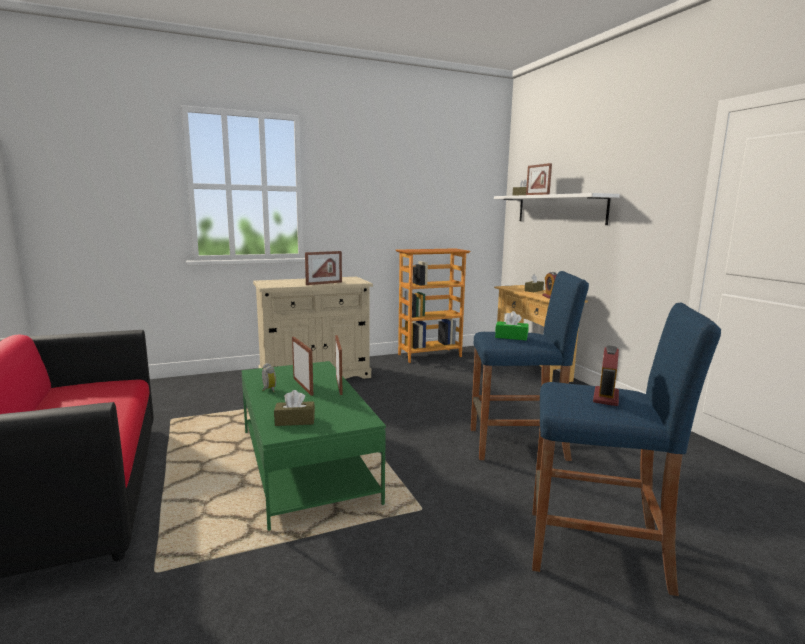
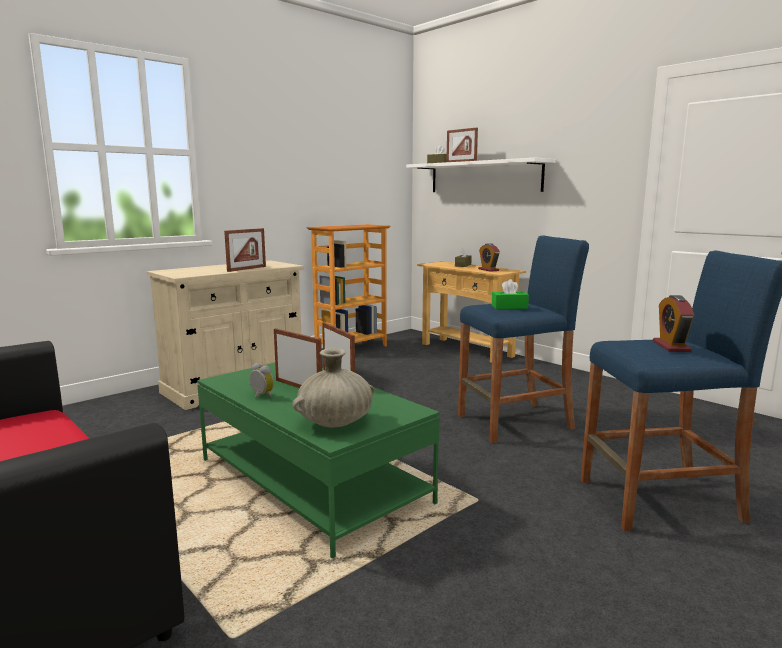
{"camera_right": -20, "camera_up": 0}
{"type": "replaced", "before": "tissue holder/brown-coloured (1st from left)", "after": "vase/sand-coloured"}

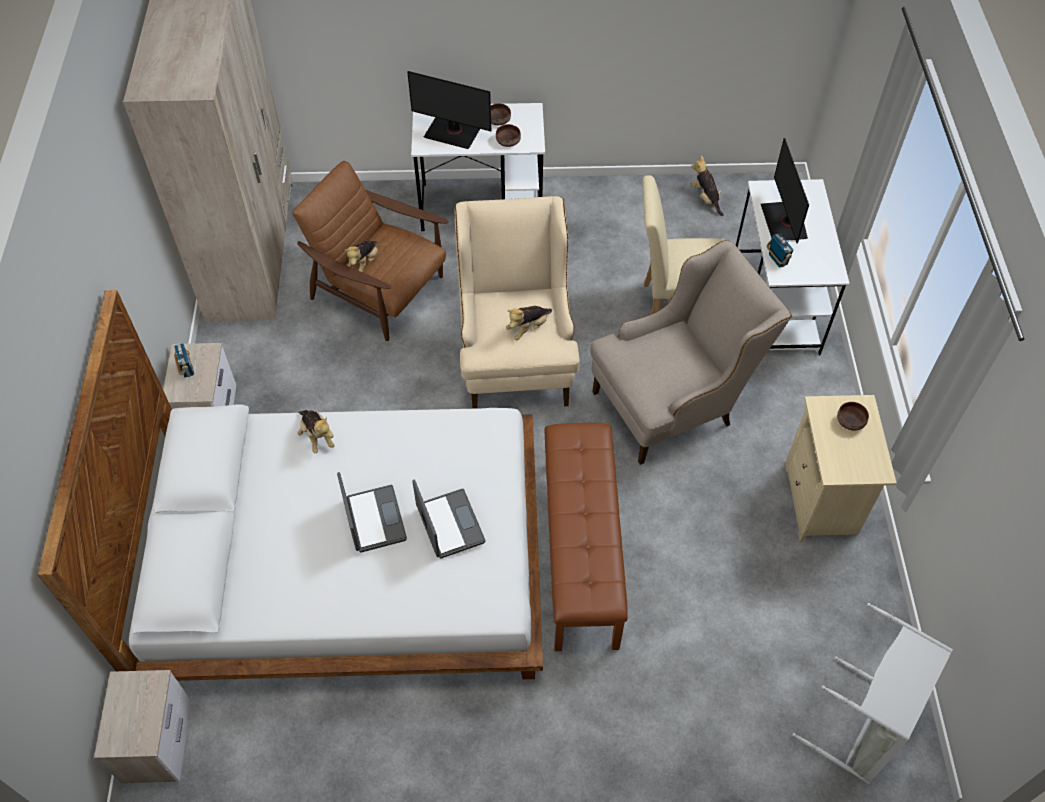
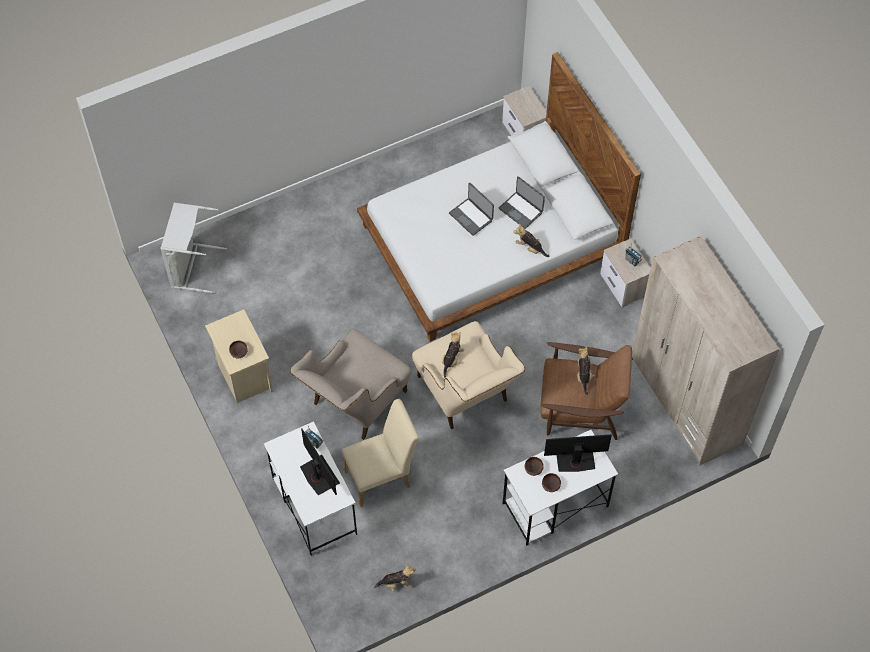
{"camera_right": 155, "camera_up": 5}
{"type": "moved", "before": "laptop (2nd from left)"}
{"type": "removed", "before": "bench/brown-coloured"}
{"type": "turned", "before": "soft toy (4th from left in the first image)", "turn": -45}

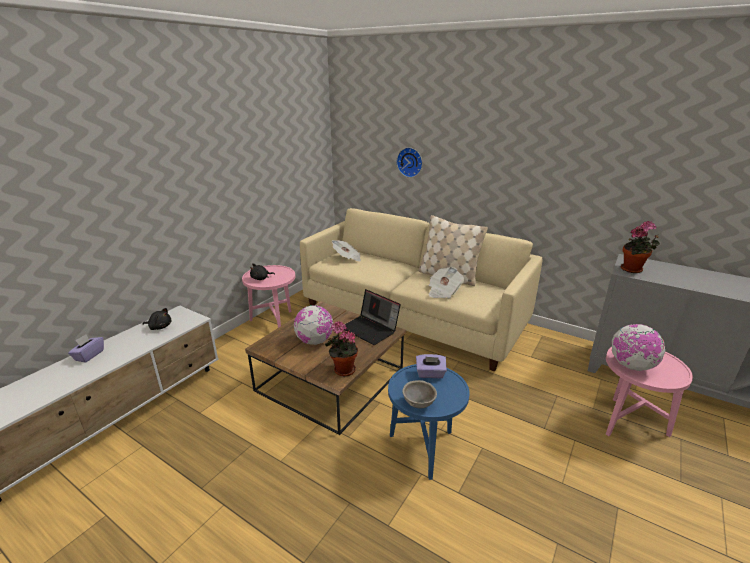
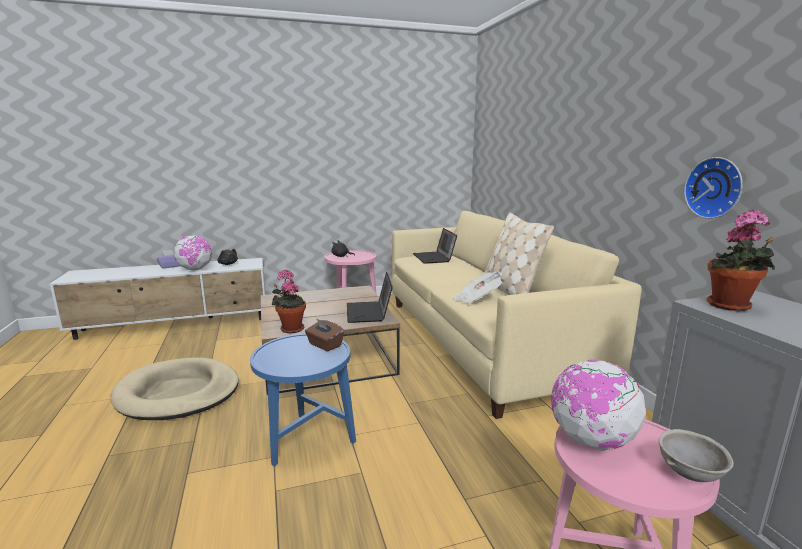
{"camera_right": 40, "camera_up": -10}
{"type": "moved", "before": "desk globe (1st from left)"}
{"type": "replaced", "before": "newspaper (1st from left)", "after": "laptop (2nd from left)"}
{"type": "moved", "before": "wall clock"}
{"type": "moved", "before": "deep dish/greyish"}
{"type": "recoloured", "before": "tissue holder/purple (2nd from left)", "after": "tissue holder/brown-coloured"}
{"type": "added", "after": "dog bed/sand-coloured"}

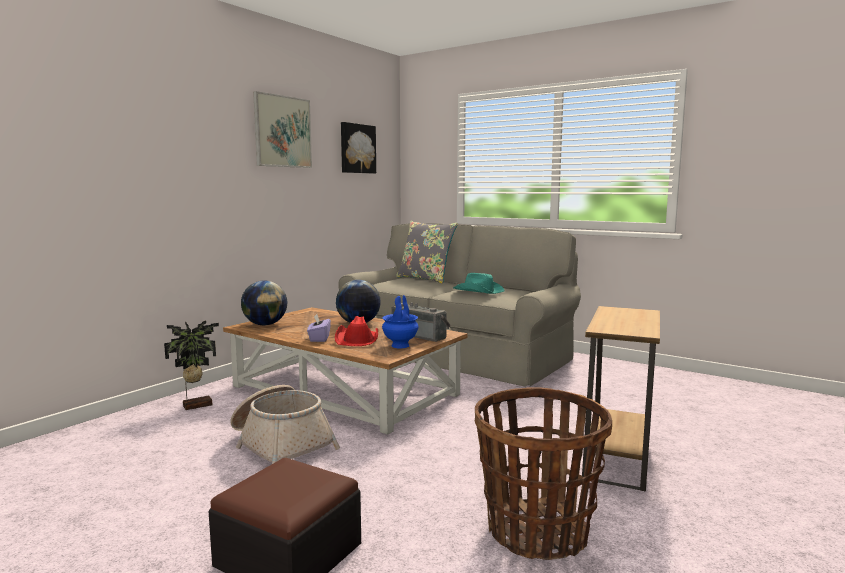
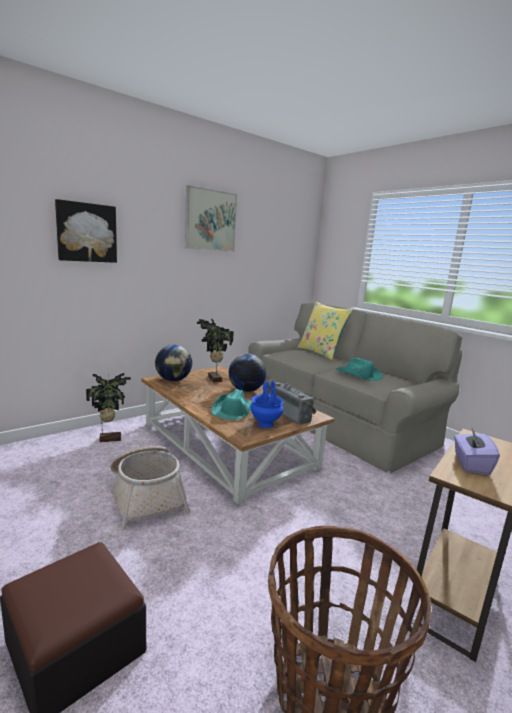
{"camera_right": 15, "camera_up": 5}
{"type": "moved", "before": "tissue holder/purple"}
{"type": "recoloured", "before": "clothing hat/red", "after": "clothing hat/turquoise-coloured (1st from left)"}
{"type": "moved", "before": "picture (2nd from left in the first image)", "after": "picture (1st from left)"}
{"type": "recoloured", "before": "throw pillow/greyish", "after": "throw pillow/yellow"}
{"type": "added", "after": "potted plant (2nd from left)"}

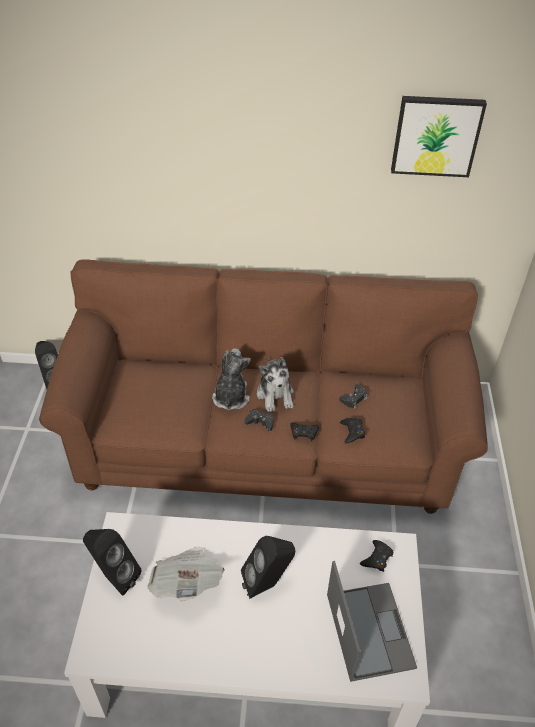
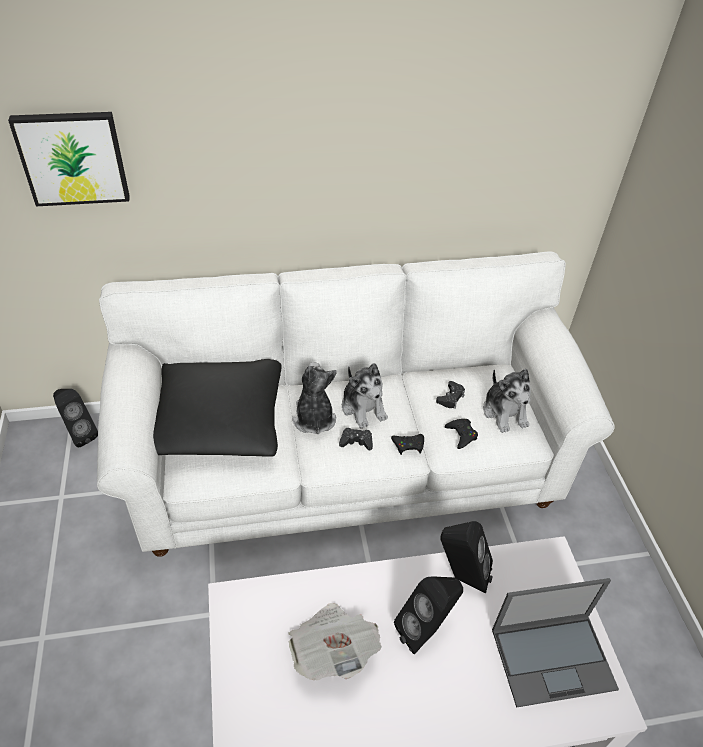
{"camera_right": -15, "camera_up": 0}
{"type": "recoloured", "before": "sofa/brown-coloured", "after": "sofa/white"}
{"type": "moved", "before": "loudspeaker/black-coloured (2nd from left in the first image)", "after": "loudspeaker/black-coloured (3rd from left)"}
{"type": "turned", "before": "laptop", "turn": 105}
{"type": "removed", "before": "game controller/black-coloured (5th from left)"}
{"type": "moved", "before": "picture"}
{"type": "added", "after": "throw pillow/black-coloured"}
{"type": "added", "after": "soft toy (3rd from left)"}

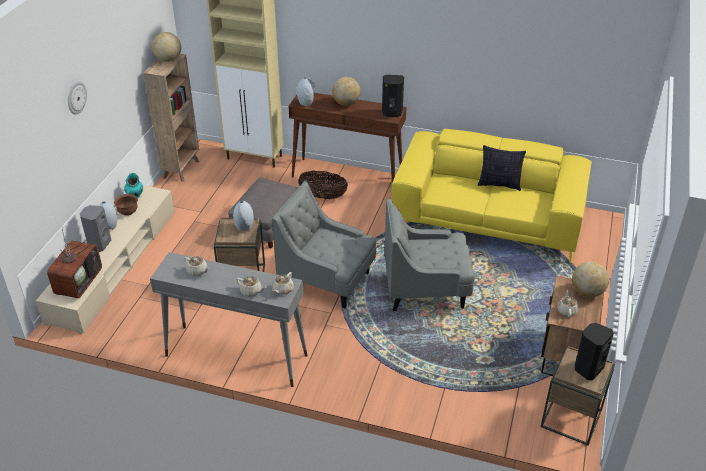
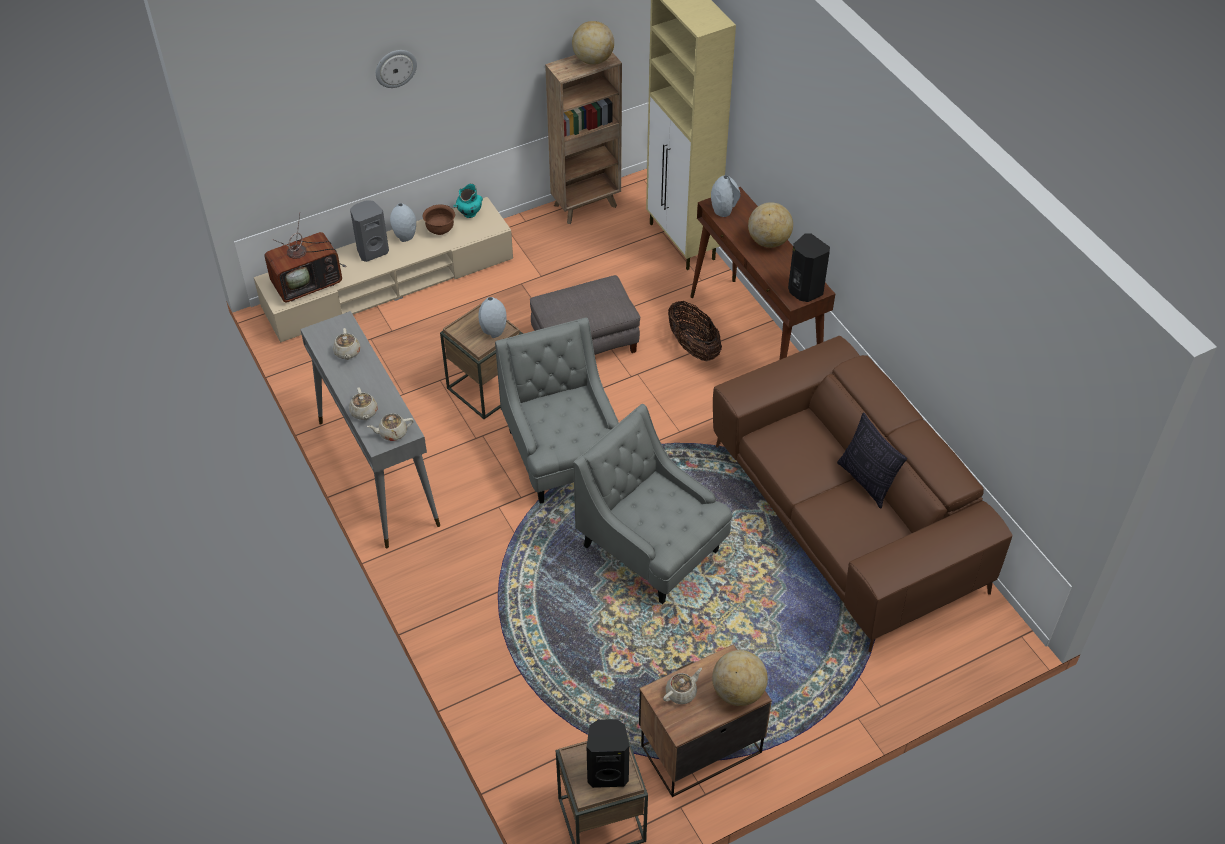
{"camera_right": 45, "camera_up": 10}
{"type": "recoloured", "before": "sofa/yellow", "after": "sofa/brown-coloured"}

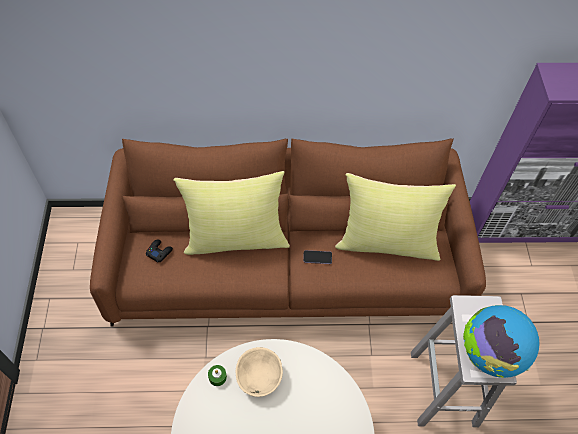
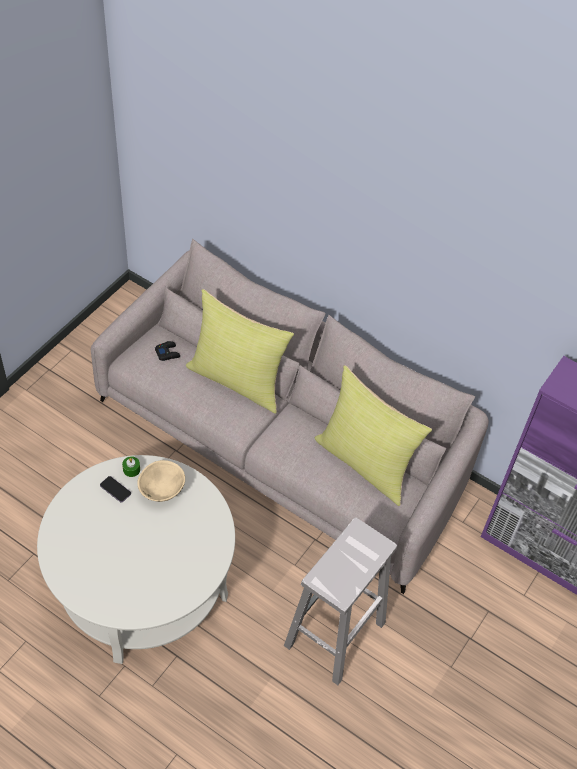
{"camera_right": 35, "camera_up": -5}
{"type": "recoloured", "before": "sofa/brown-coloured", "after": "sofa/greyish"}
{"type": "moved", "before": "phone"}
{"type": "removed", "before": "desk globe"}

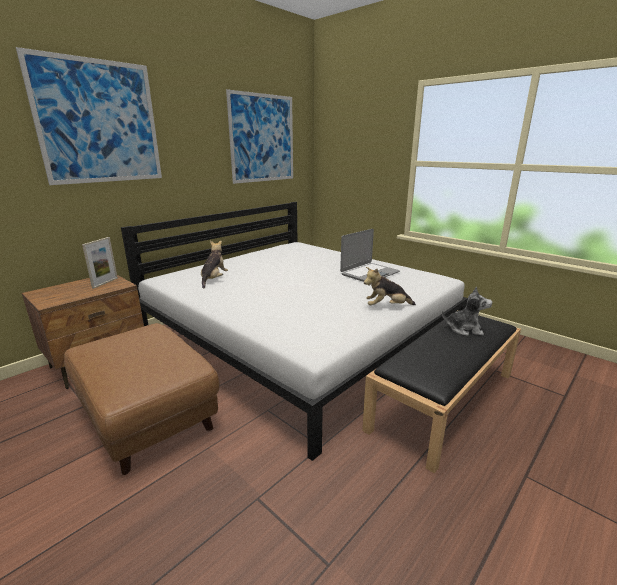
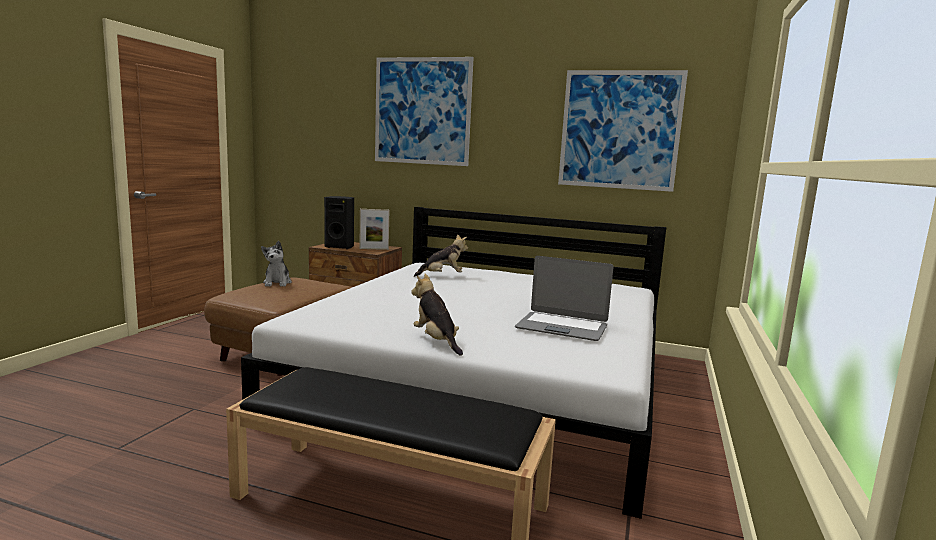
{"camera_right": 65, "camera_up": -10}
{"type": "moved", "before": "soft toy (3rd from left in the first image)", "after": "soft toy (1st from left)"}
{"type": "added", "after": "loudspeaker/black-coloured"}

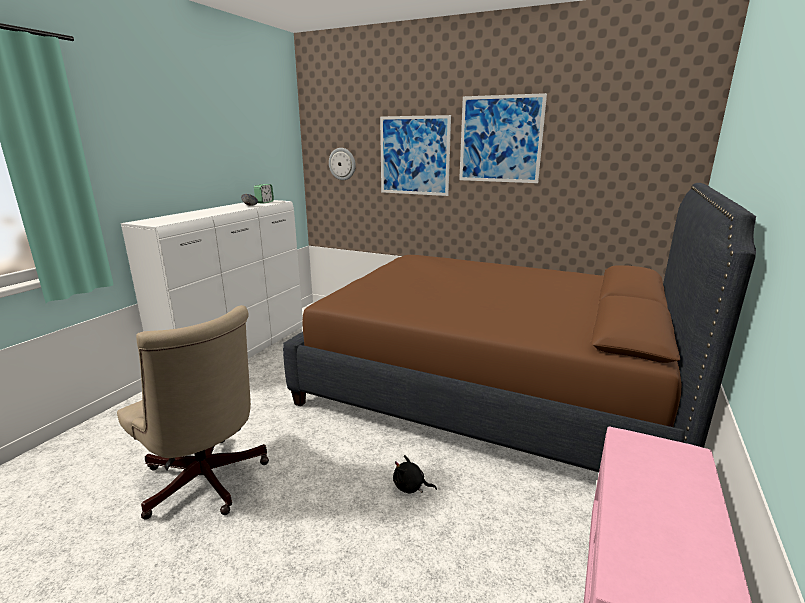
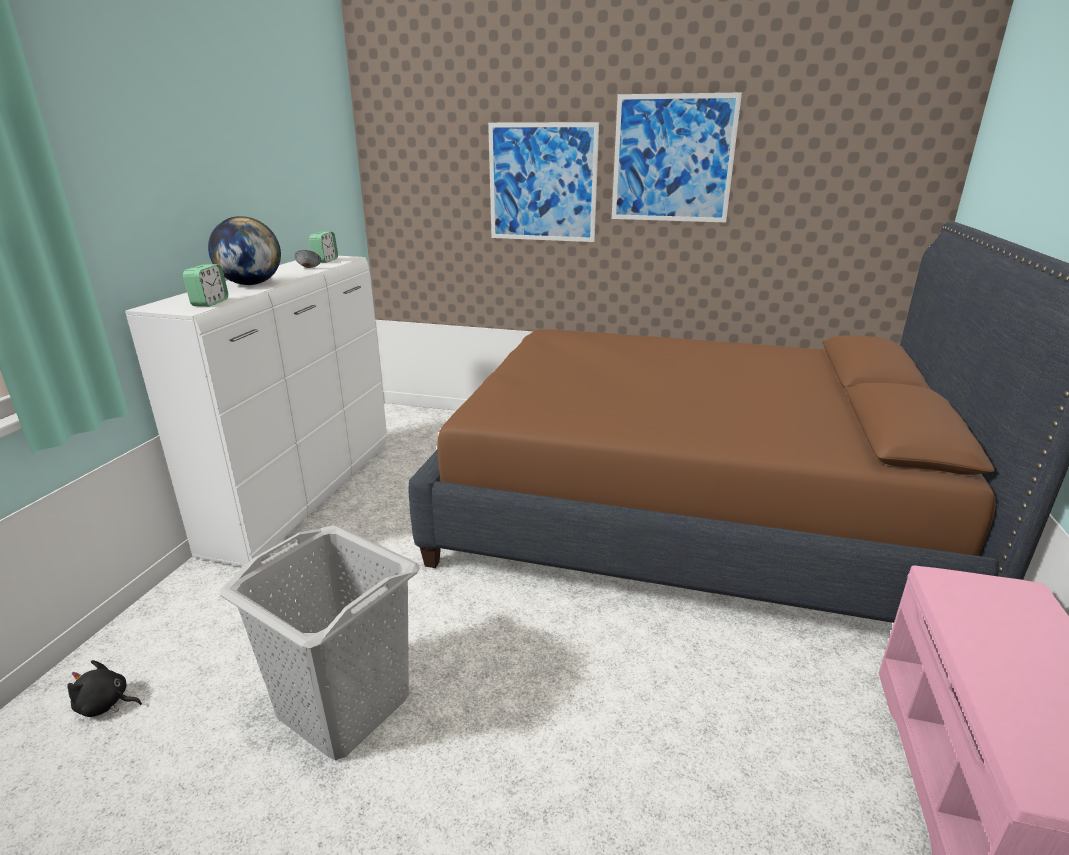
{"camera_right": -10, "camera_up": 5}
{"type": "replaced", "before": "desk chair/sand-coloured", "after": "washing basket/greyish"}
{"type": "removed", "before": "wall clock"}
{"type": "moved", "before": "soft toy/black-coloured"}
{"type": "added", "after": "alarm clock (1st from left)"}
{"type": "added", "after": "desk globe"}

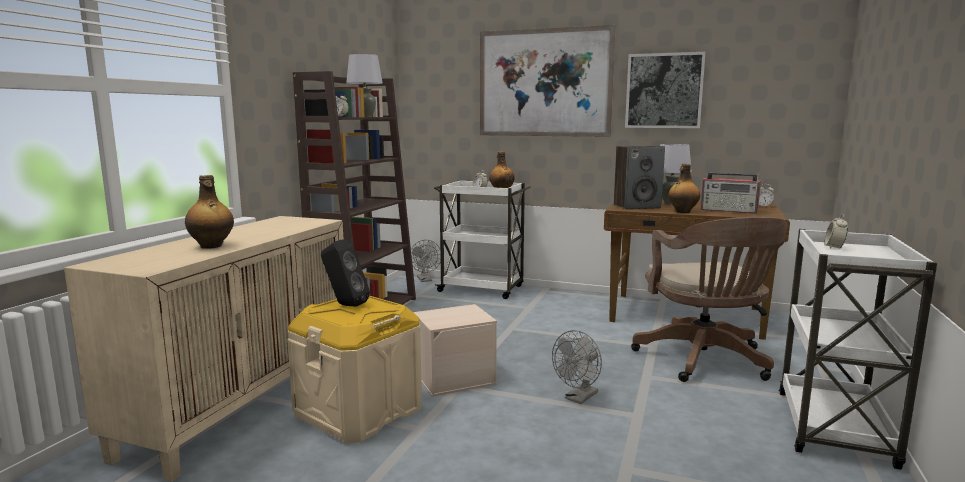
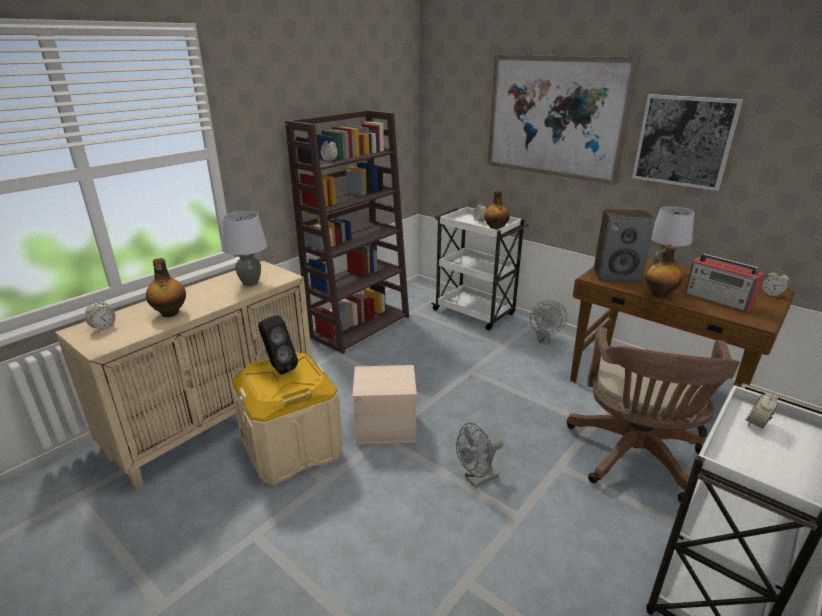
{"camera_right": 20, "camera_up": 15}
{"type": "moved", "before": "lamp for a table/greyish (1st from left)"}
{"type": "moved", "before": "electric fan/greyish (1st from left in the first image)", "after": "electric fan/greyish (2nd from left)"}
{"type": "added", "after": "alarm clock (1st from left)"}

